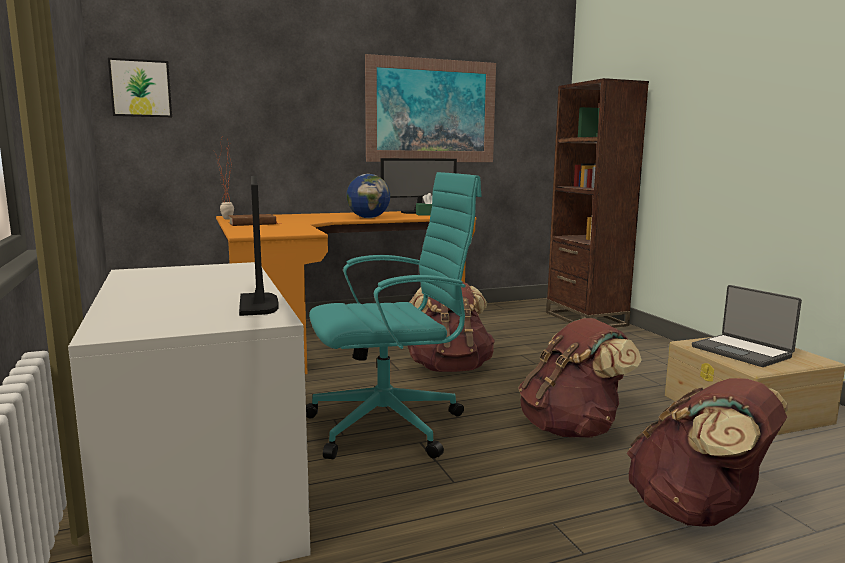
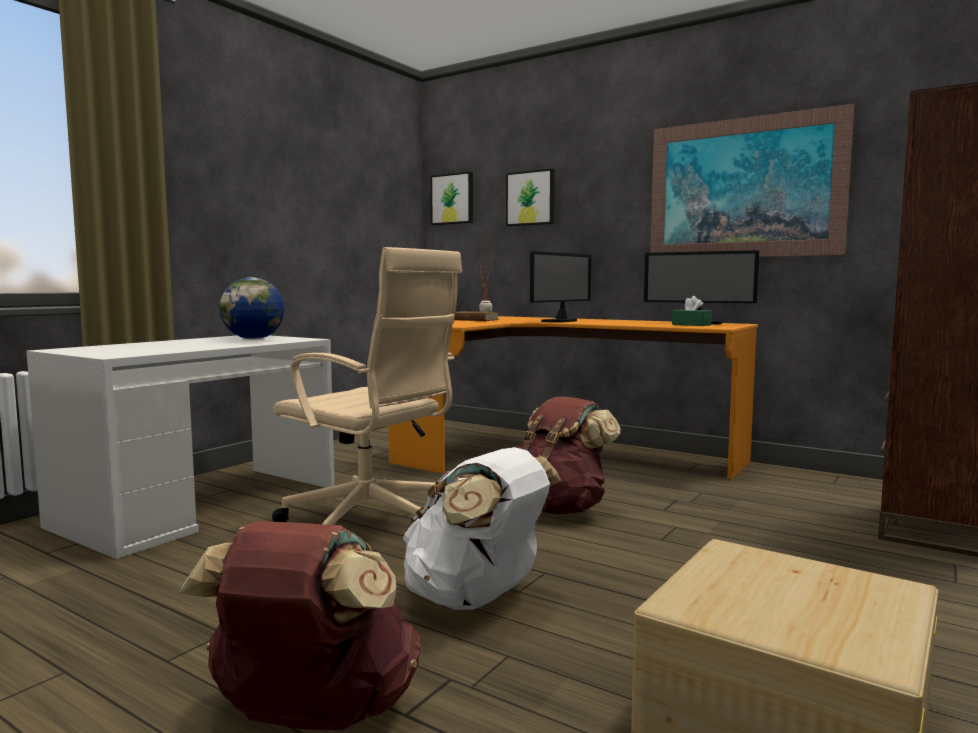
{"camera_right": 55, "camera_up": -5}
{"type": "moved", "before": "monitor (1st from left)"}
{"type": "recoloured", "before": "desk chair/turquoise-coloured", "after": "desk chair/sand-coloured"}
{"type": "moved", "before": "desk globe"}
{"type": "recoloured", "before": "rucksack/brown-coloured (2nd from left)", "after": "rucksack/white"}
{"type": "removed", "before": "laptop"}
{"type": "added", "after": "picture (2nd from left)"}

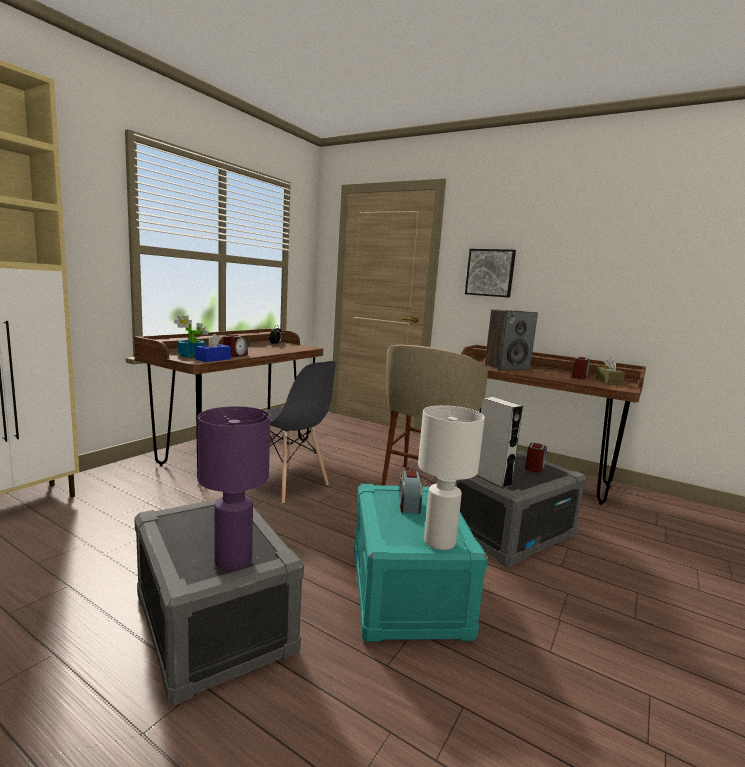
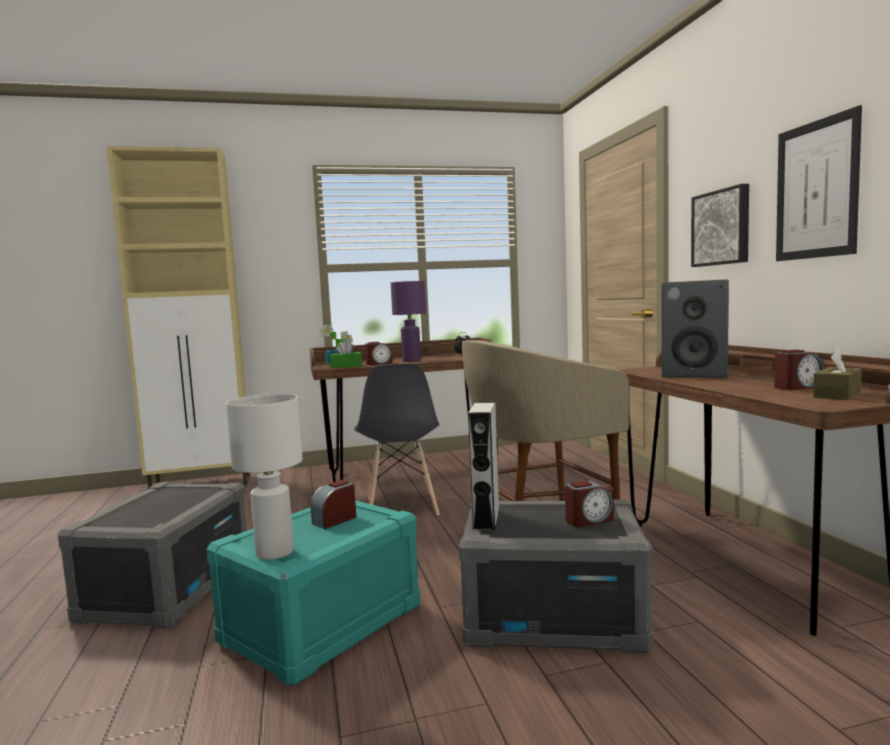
{"camera_right": 45, "camera_up": -5}
{"type": "recoloured", "before": "tissue holder/blue", "after": "tissue holder/green"}
{"type": "moved", "before": "lamp for a table/purple"}
{"type": "added", "after": "picture (2nd from left)"}

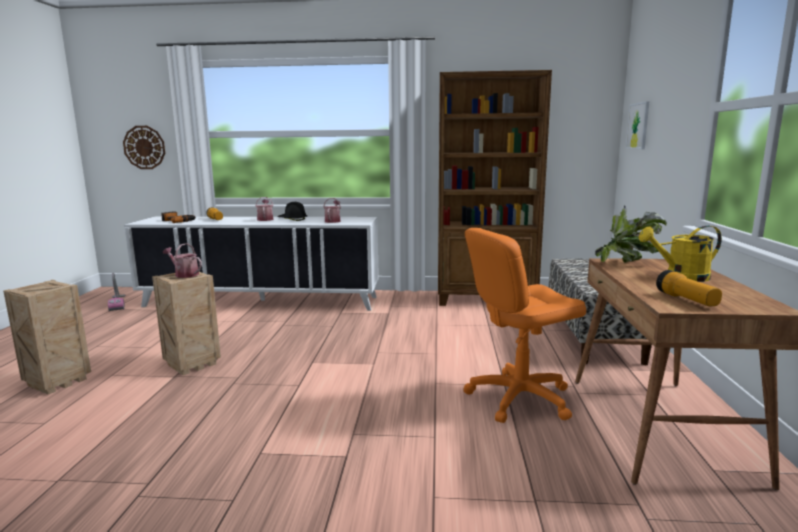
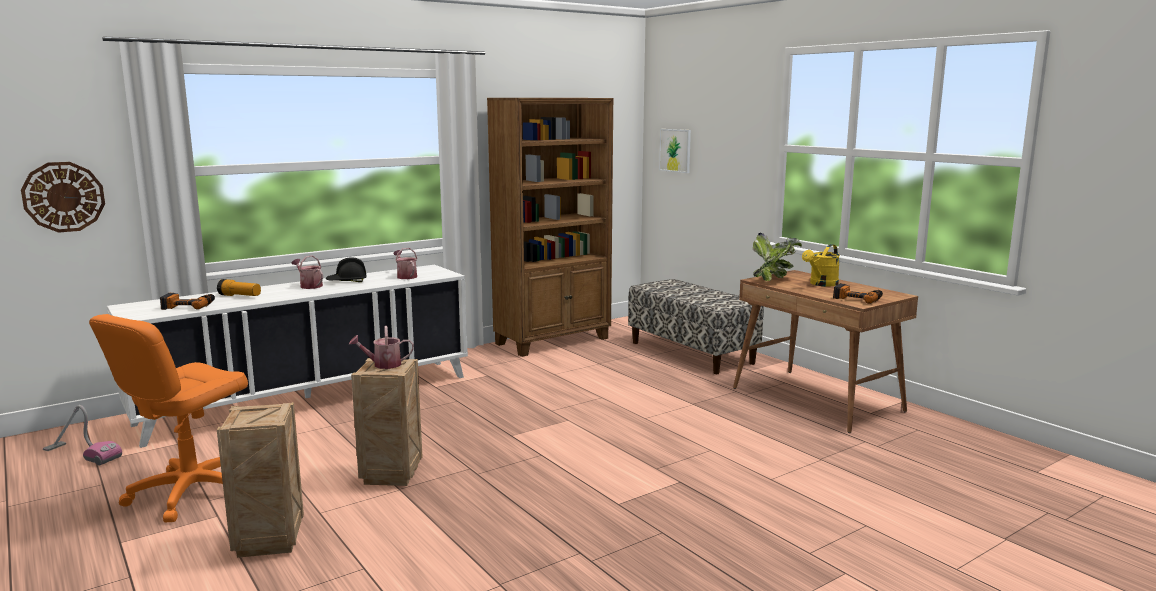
{"camera_right": -40, "camera_up": 0}
{"type": "moved", "before": "desk chair/orange"}
{"type": "replaced", "before": "torch (2nd from left)", "after": "electric drill (2nd from left)"}

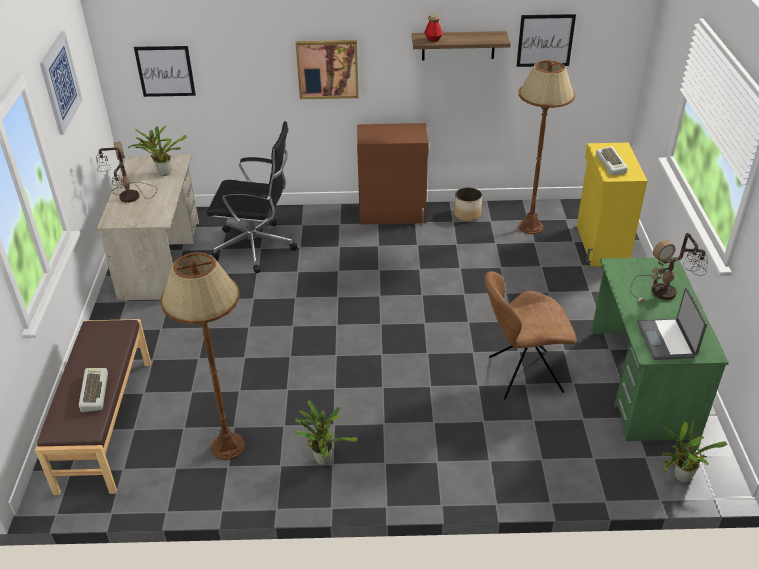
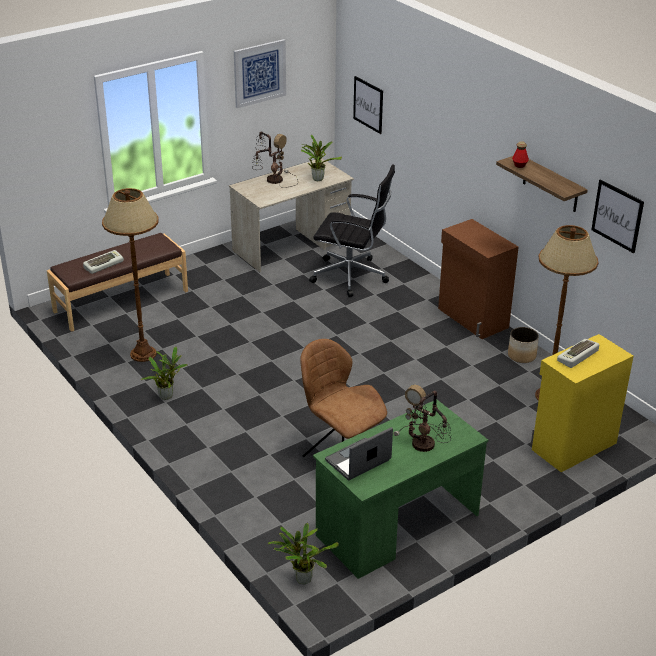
{"camera_right": 55, "camera_up": -5}
{"type": "turned", "before": "desk chair/black-coloured", "turn": -45}
{"type": "removed", "before": "picture (3rd from left)"}

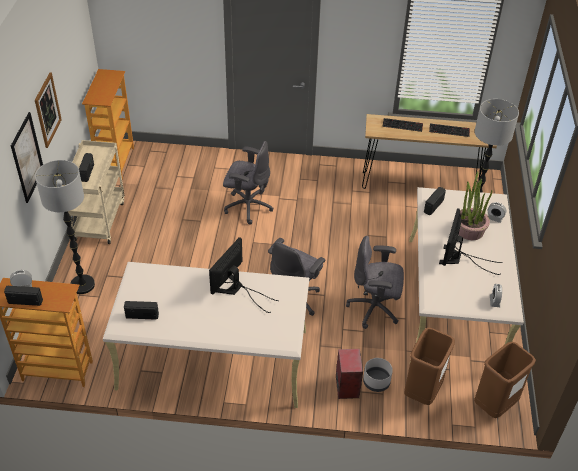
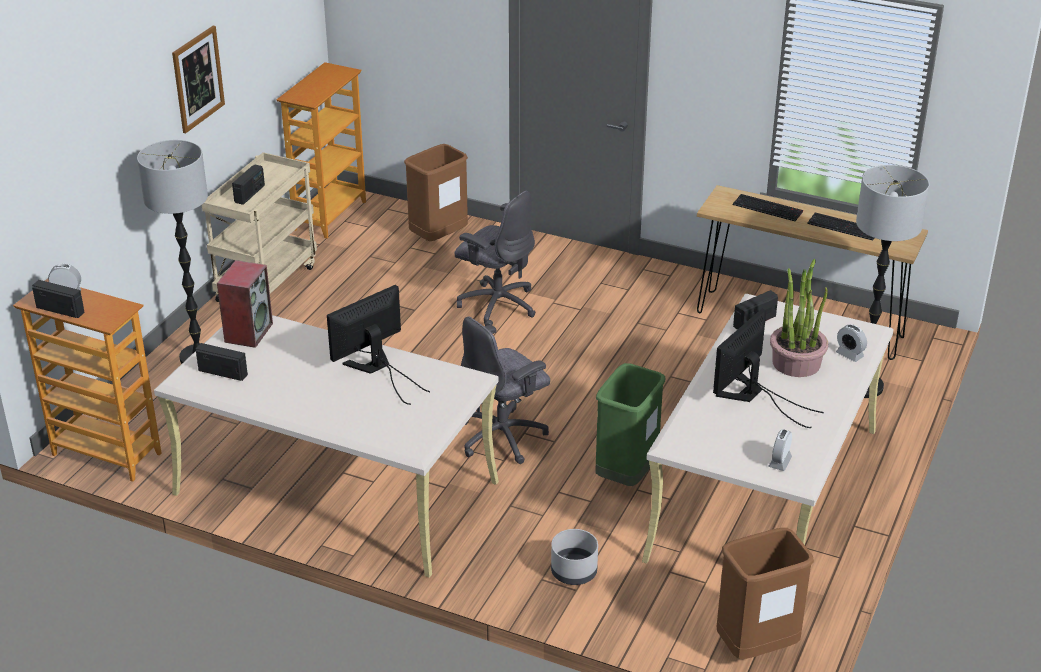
{"camera_right": 20, "camera_up": -10}
{"type": "removed", "before": "picture (1st from left)"}
{"type": "moved", "before": "loudspeaker"}
{"type": "replaced", "before": "desk chair/greyish (3rd from left)", "after": "waste bin/green"}
{"type": "moved", "before": "waste bin/brown-coloured (1st from left)"}

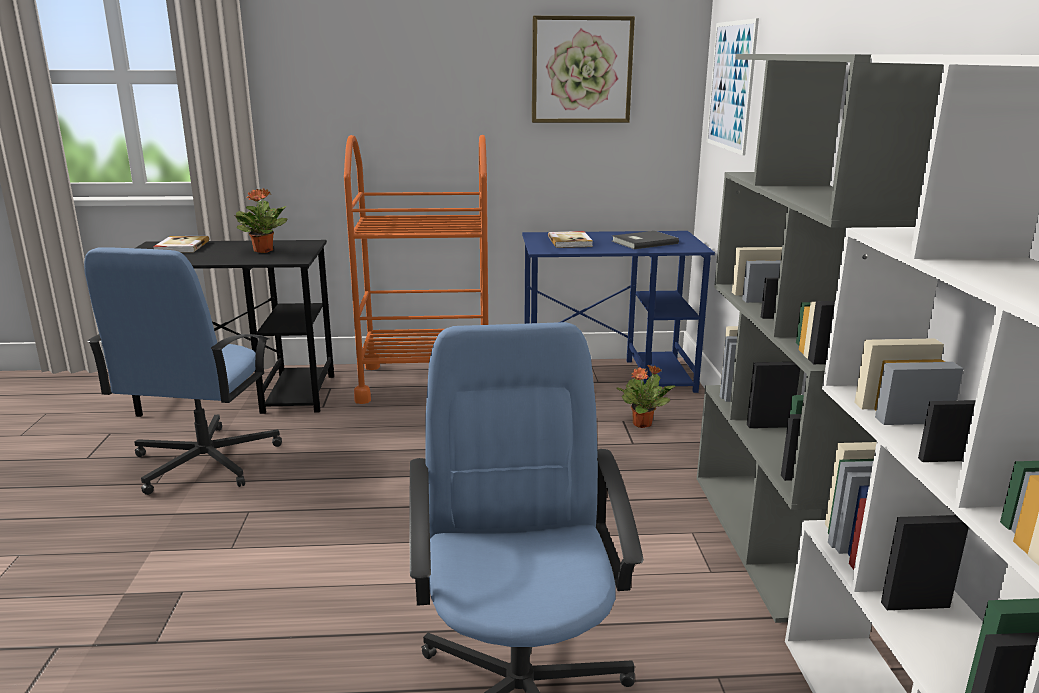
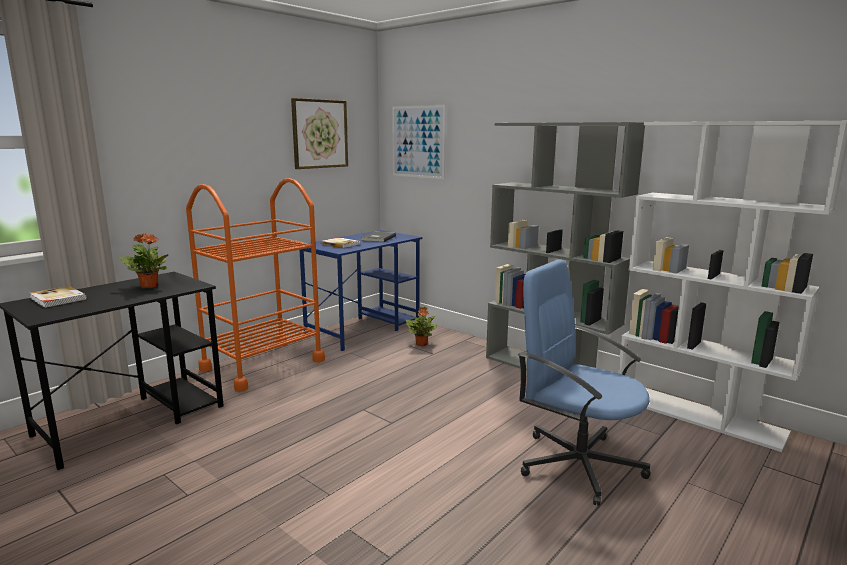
{"camera_right": -45, "camera_up": -5}
{"type": "removed", "before": "desk chair/blue (1st from left)"}

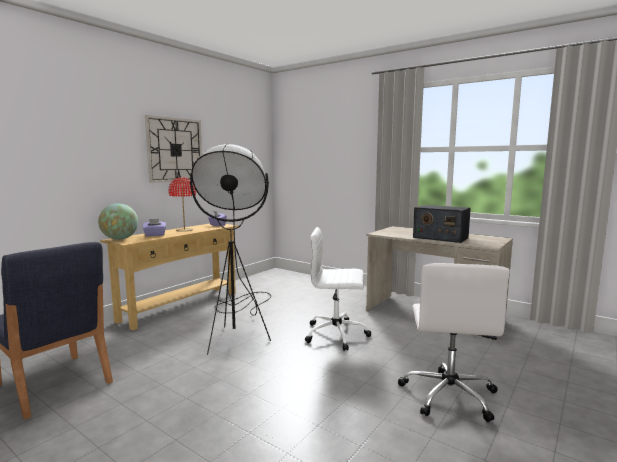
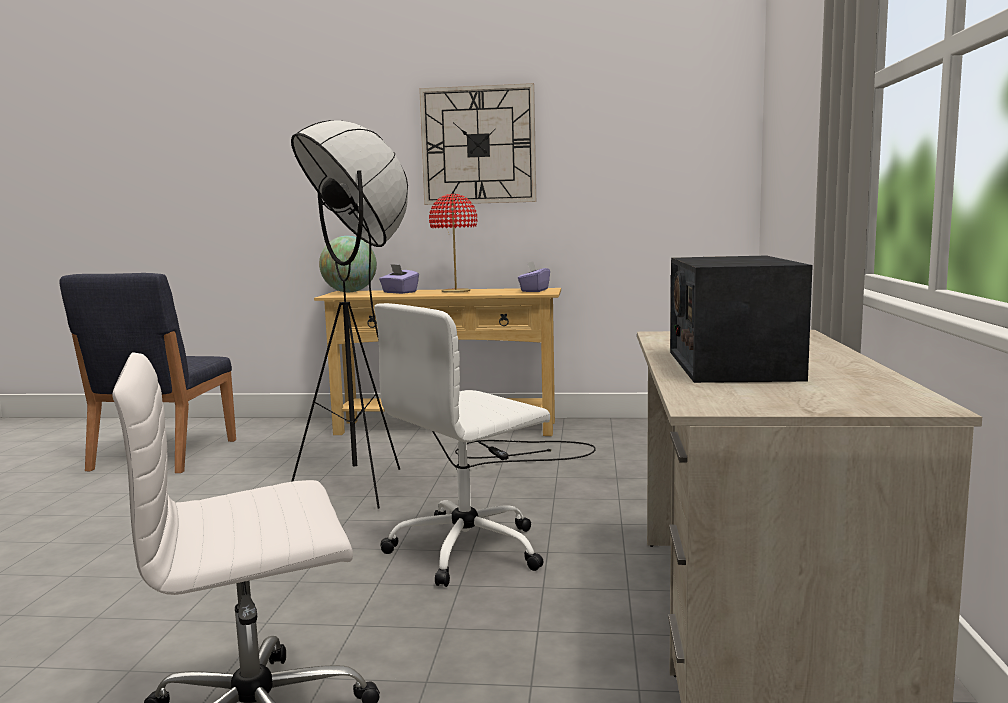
{"camera_right": 60, "camera_up": 0}
{"type": "turned", "before": "desk chair/white (1st from left in the first image)", "turn": -105}

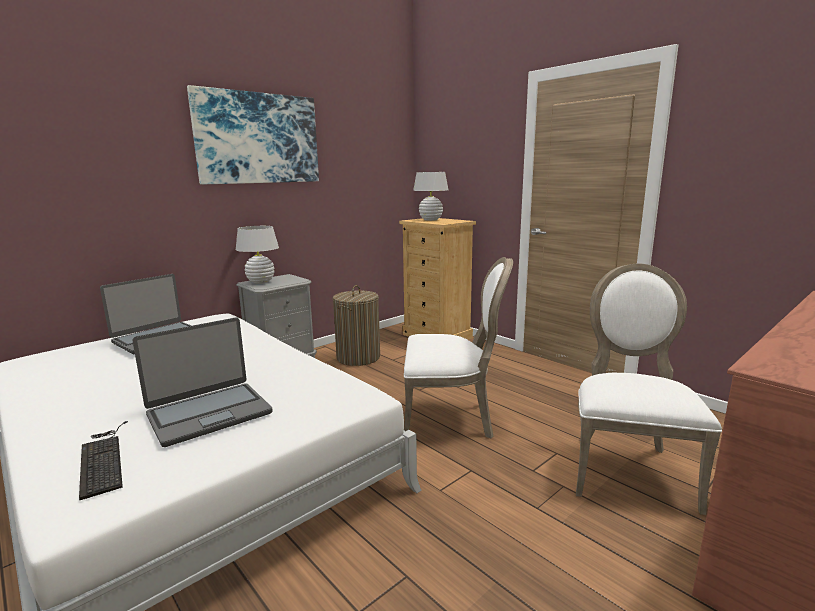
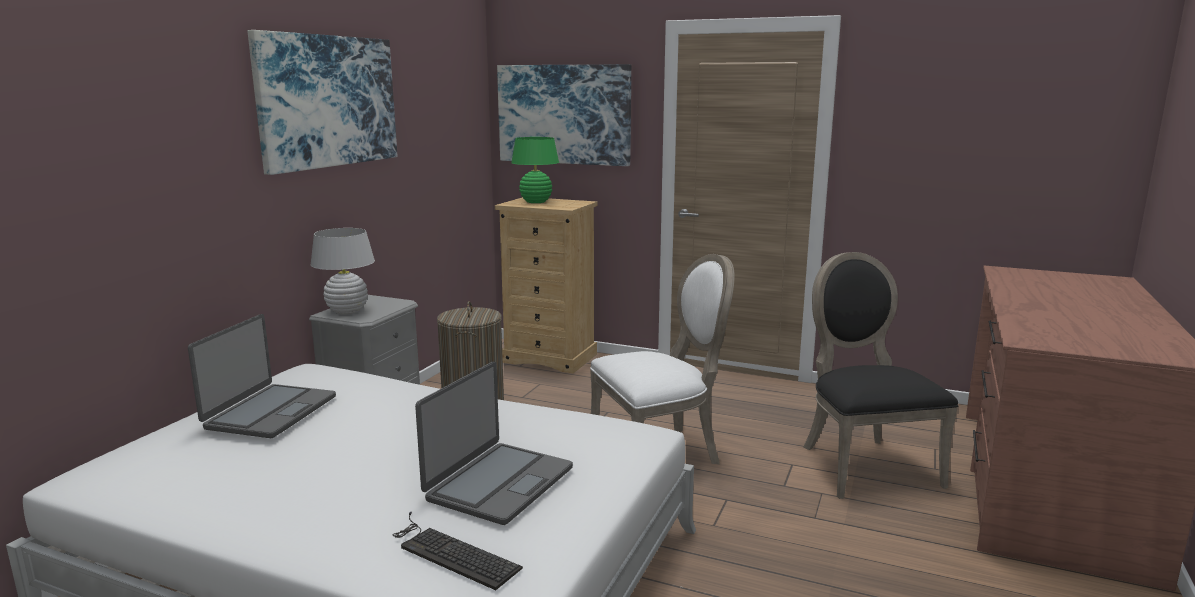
{"camera_right": -25, "camera_up": 0}
{"type": "recoloured", "before": "lamp for a table/white (2nd from left)", "after": "lamp for a table/green"}
{"type": "recoloured", "before": "upright chair/white (2nd from left)", "after": "upright chair/black-coloured"}
{"type": "added", "after": "picture (2nd from left)"}

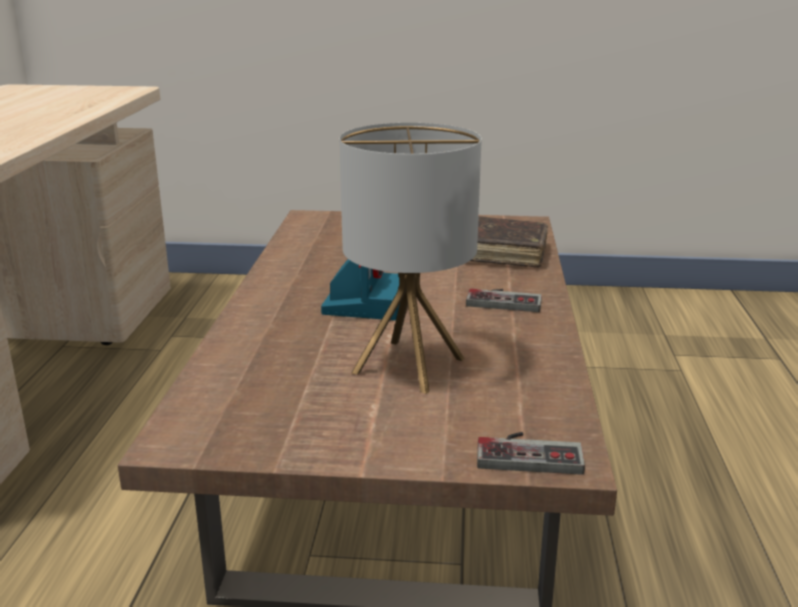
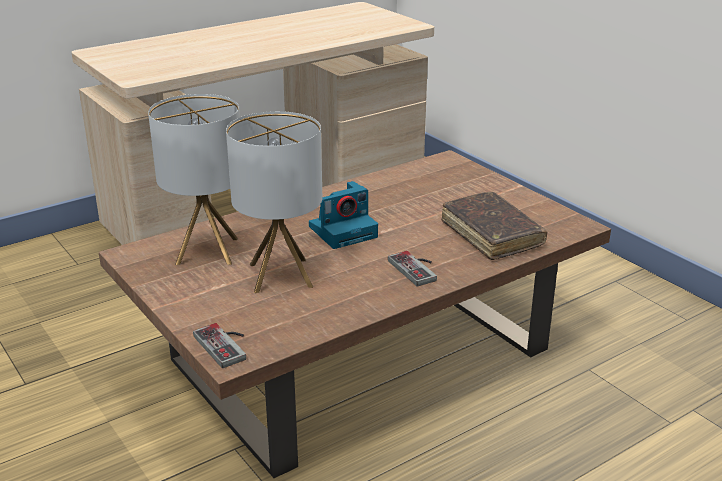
{"camera_right": 50, "camera_up": 5}
{"type": "added", "after": "lamp for a table (1st from left)"}

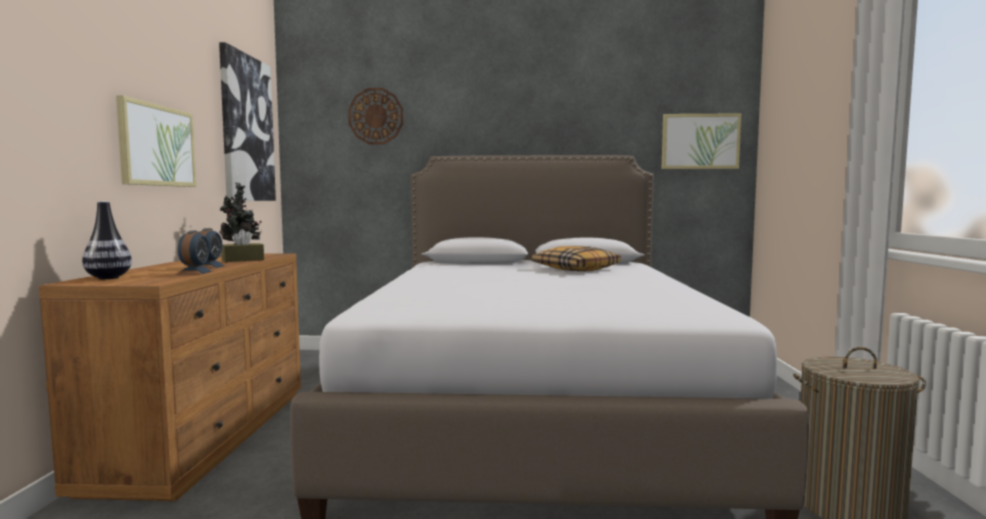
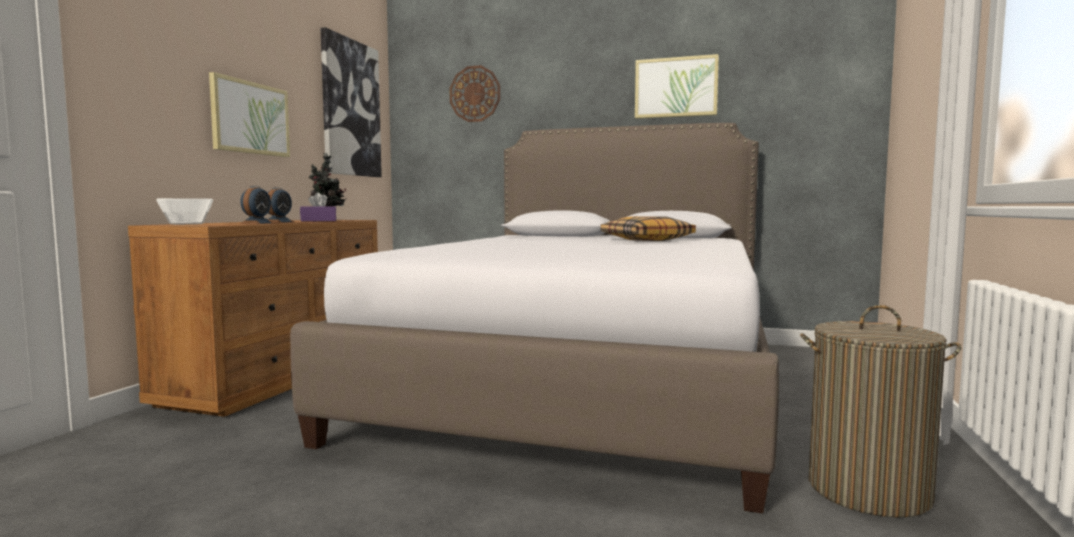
{"camera_right": 15, "camera_up": 0}
{"type": "replaced", "before": "vase", "after": "deep dish"}
{"type": "recoloured", "before": "tissue holder/brown-coloured", "after": "tissue holder/purple"}
{"type": "moved", "before": "picture (3rd from left)"}

